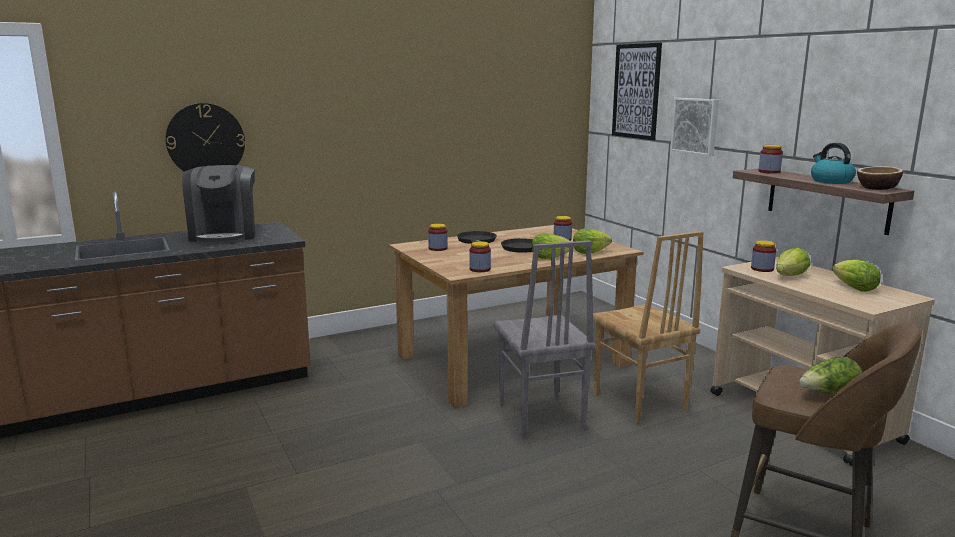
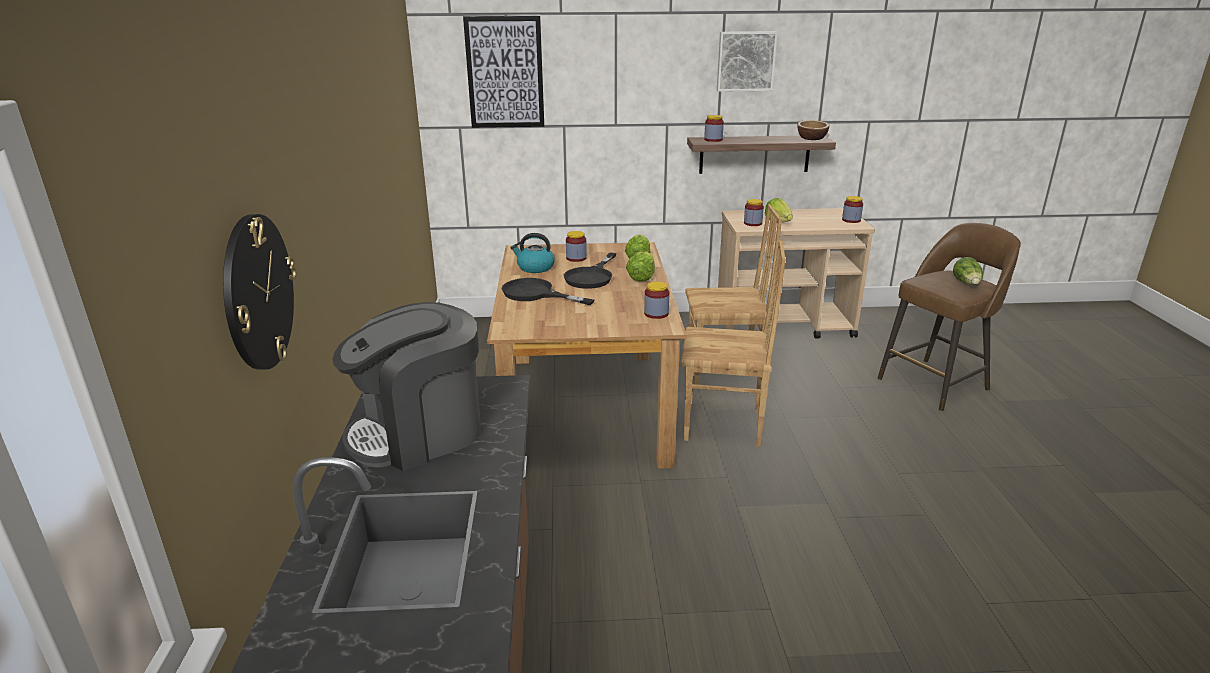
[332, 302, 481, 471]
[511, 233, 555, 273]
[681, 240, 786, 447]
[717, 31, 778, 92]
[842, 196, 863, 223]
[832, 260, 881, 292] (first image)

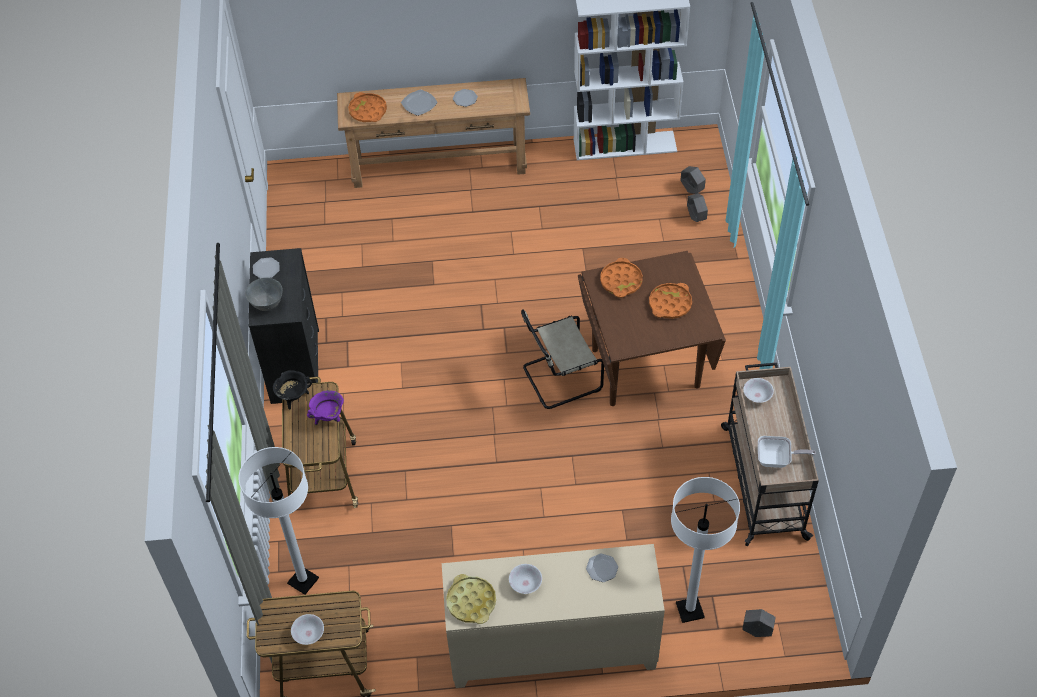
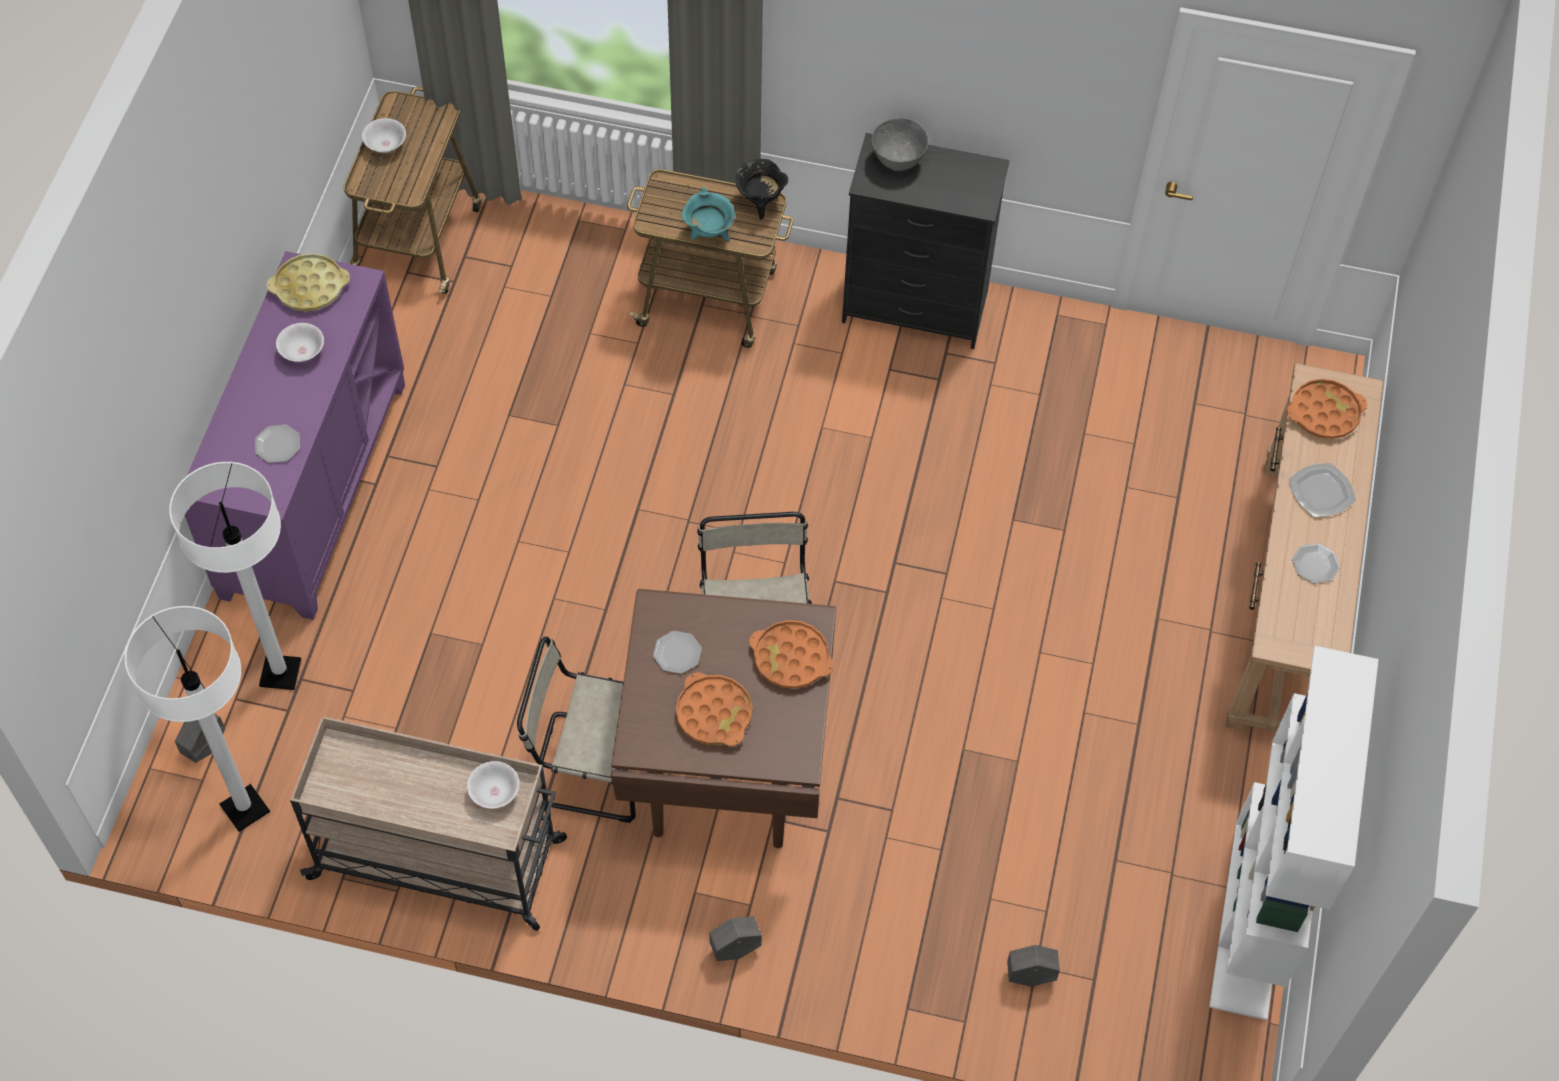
[125, 606, 270, 832]
[185, 251, 405, 620]
[517, 637, 636, 823]
[653, 631, 702, 674]
[682, 187, 735, 241]
[709, 916, 762, 961]
[758, 436, 816, 468] (first image)

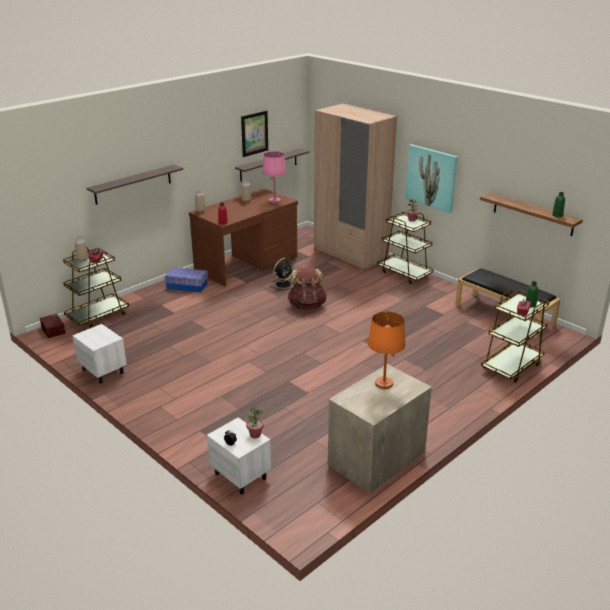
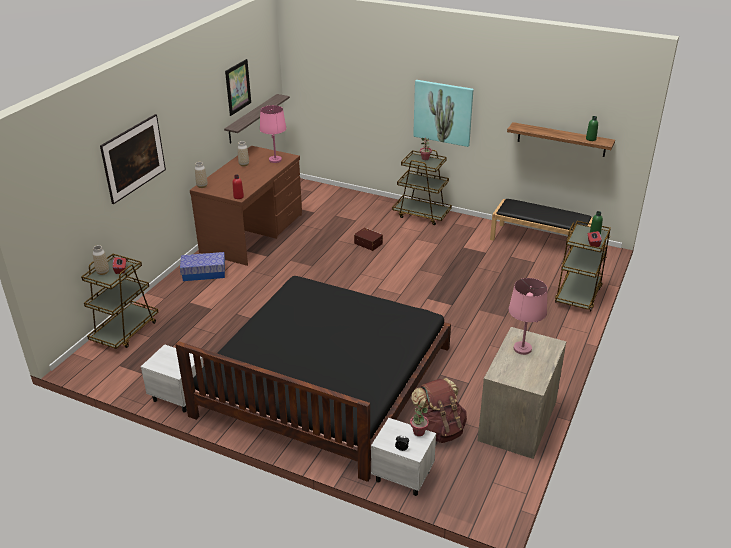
[100, 114, 166, 204]
[175, 276, 451, 482]
[354, 228, 383, 251]
[411, 378, 467, 443]
[509, 278, 547, 355]
[270, 258, 293, 290] (first image)
[314, 103, 397, 270] (first image)

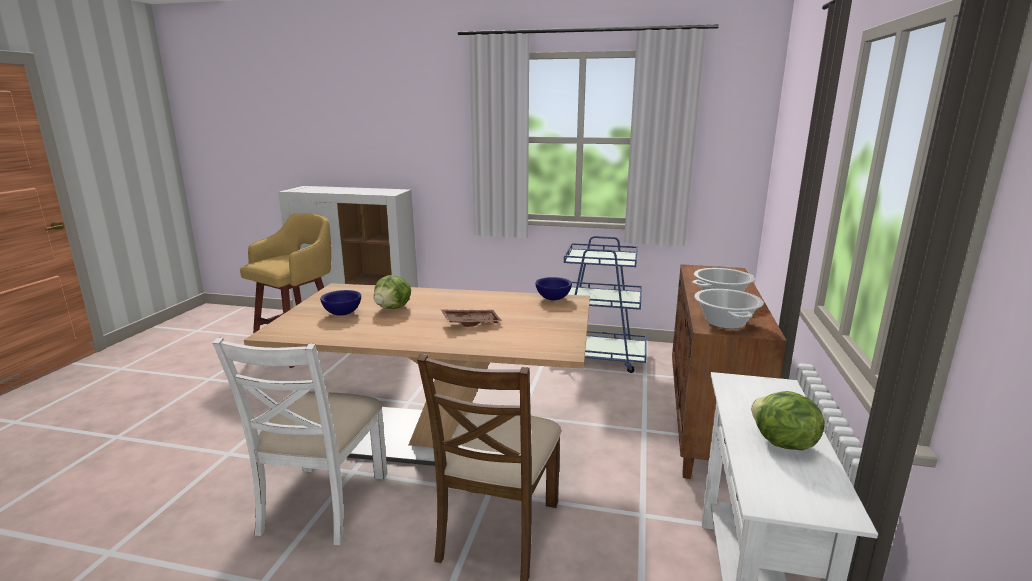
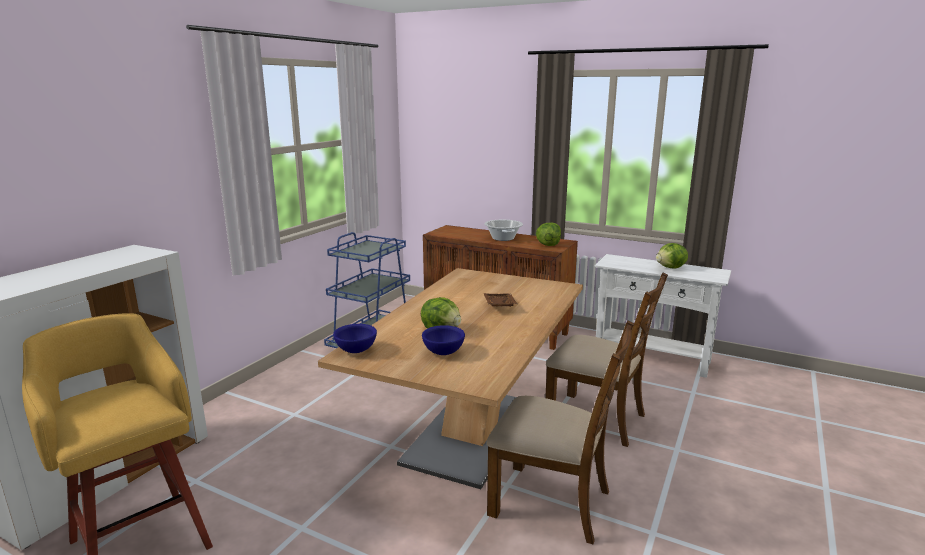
[333, 324, 377, 353]
[487, 320, 634, 544]
[536, 222, 561, 246]

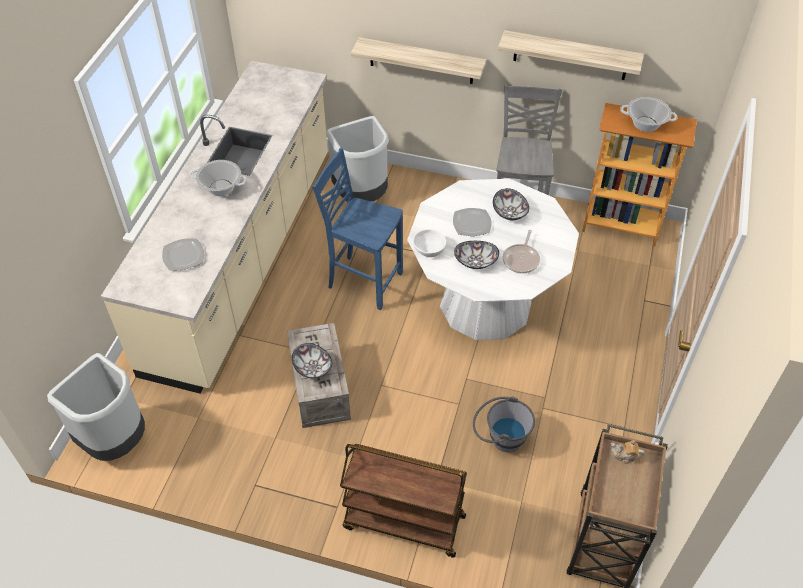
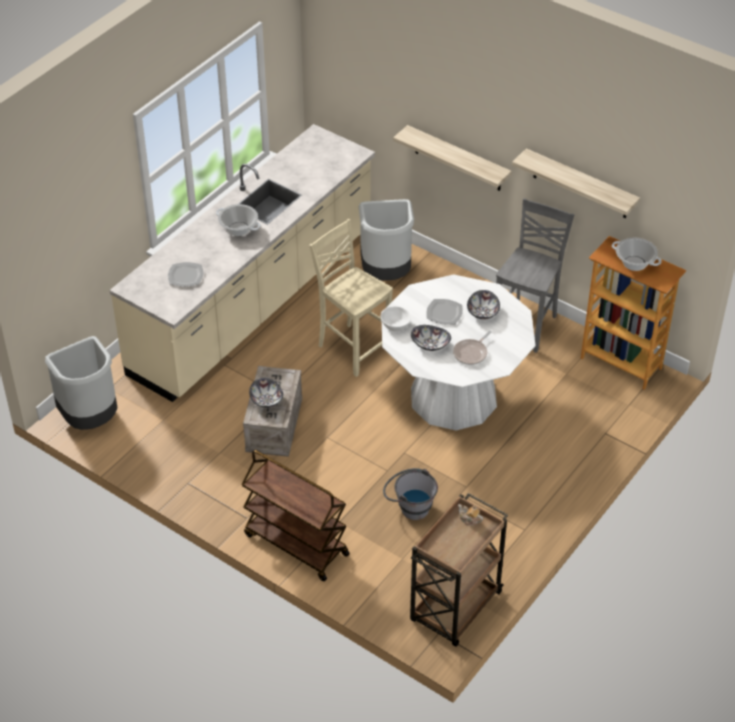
[309, 219, 393, 377]

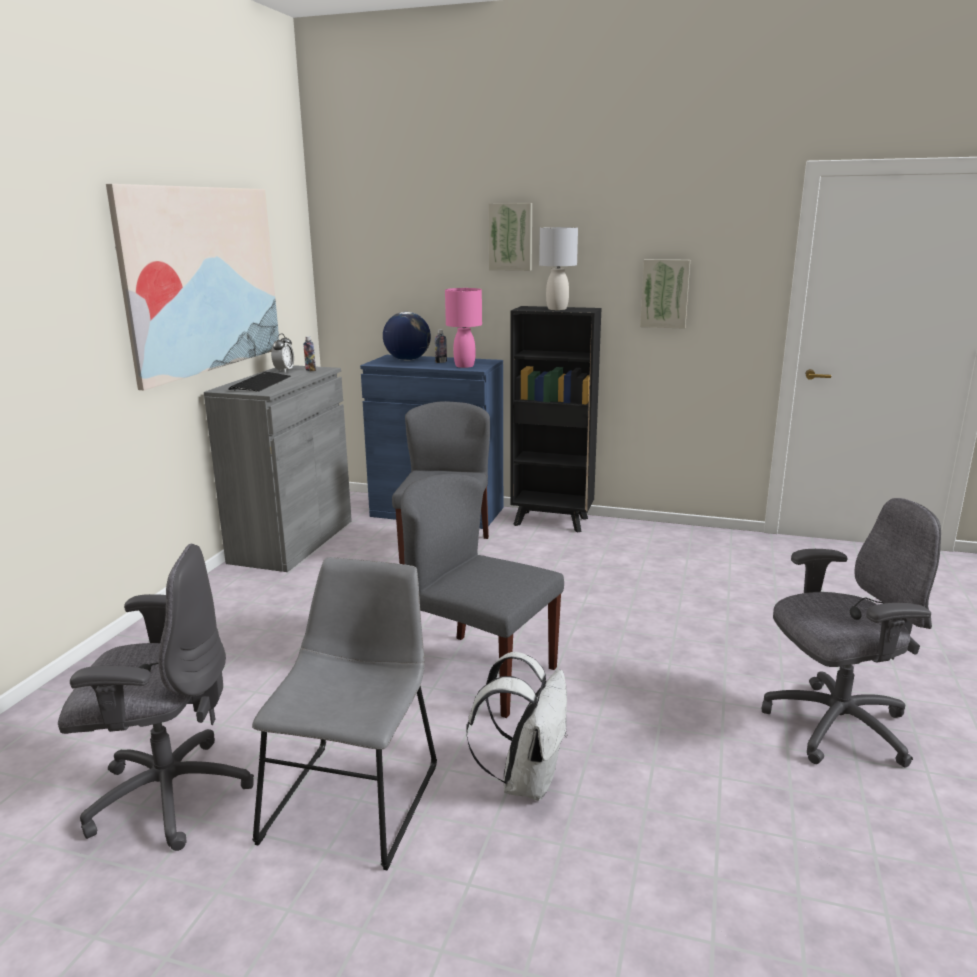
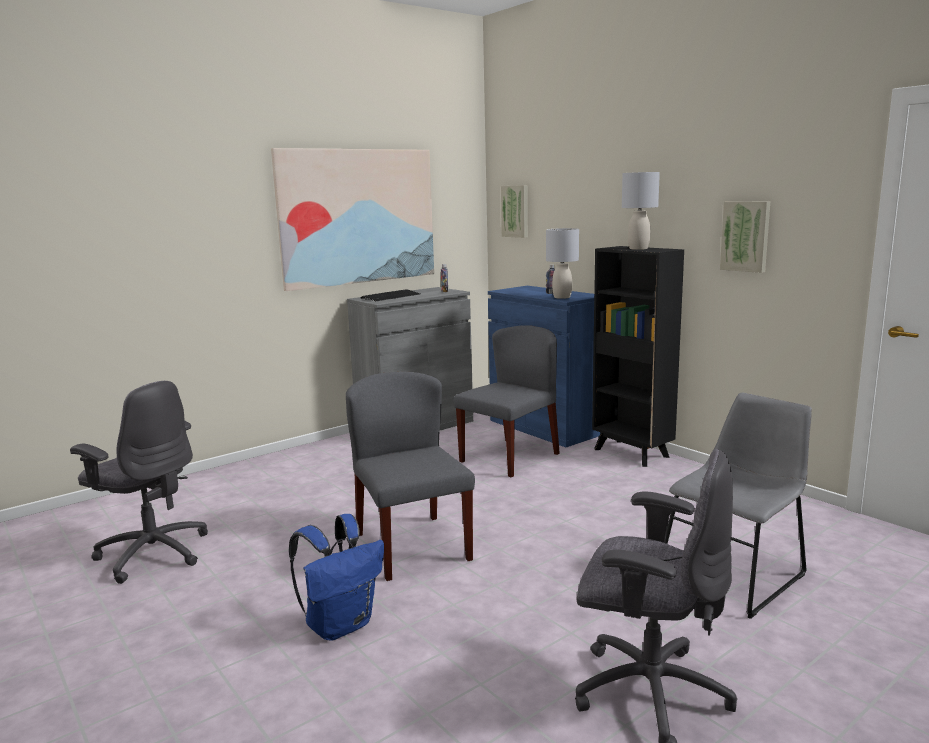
[289, 514, 384, 641]
[501, 185, 528, 238]
[546, 228, 579, 299]
[665, 392, 812, 619]
[271, 334, 294, 372] (first image)
[383, 312, 431, 361] (first image)

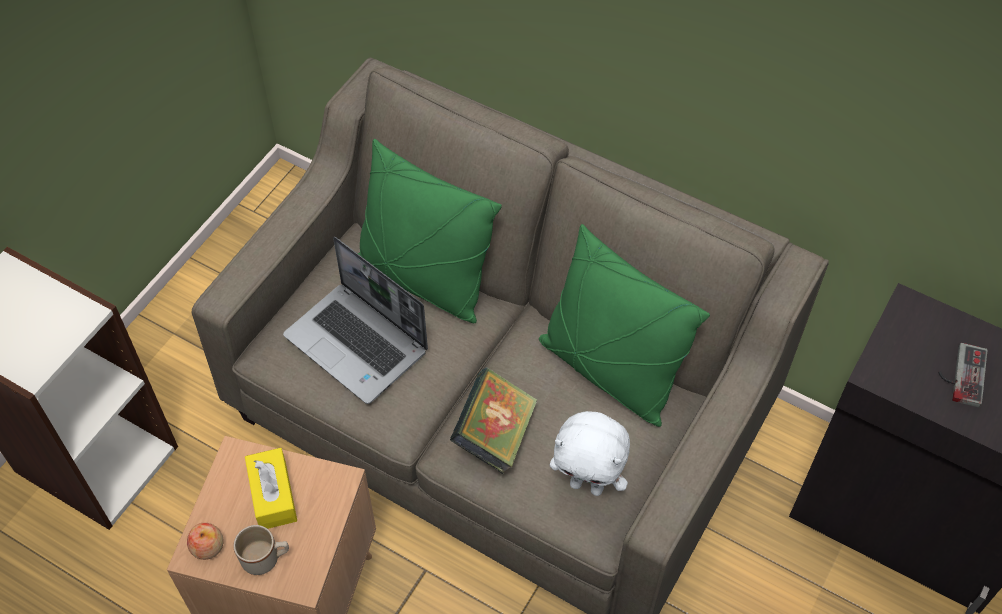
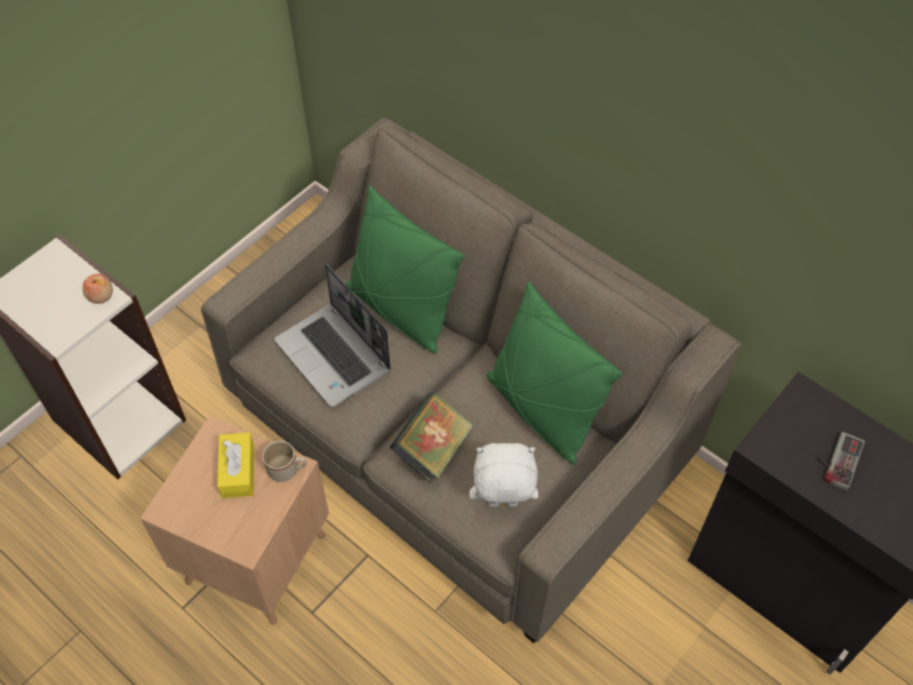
[83, 274, 113, 304]
[262, 441, 307, 482]
[469, 443, 538, 507]

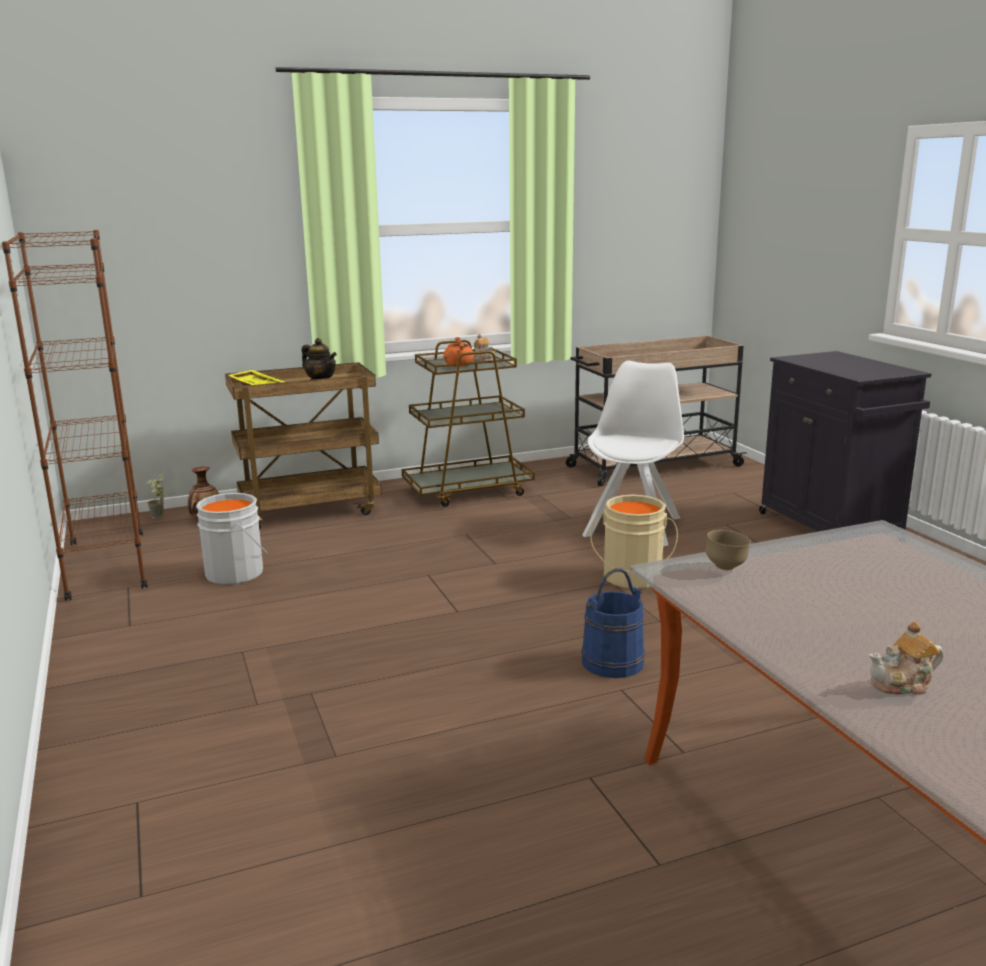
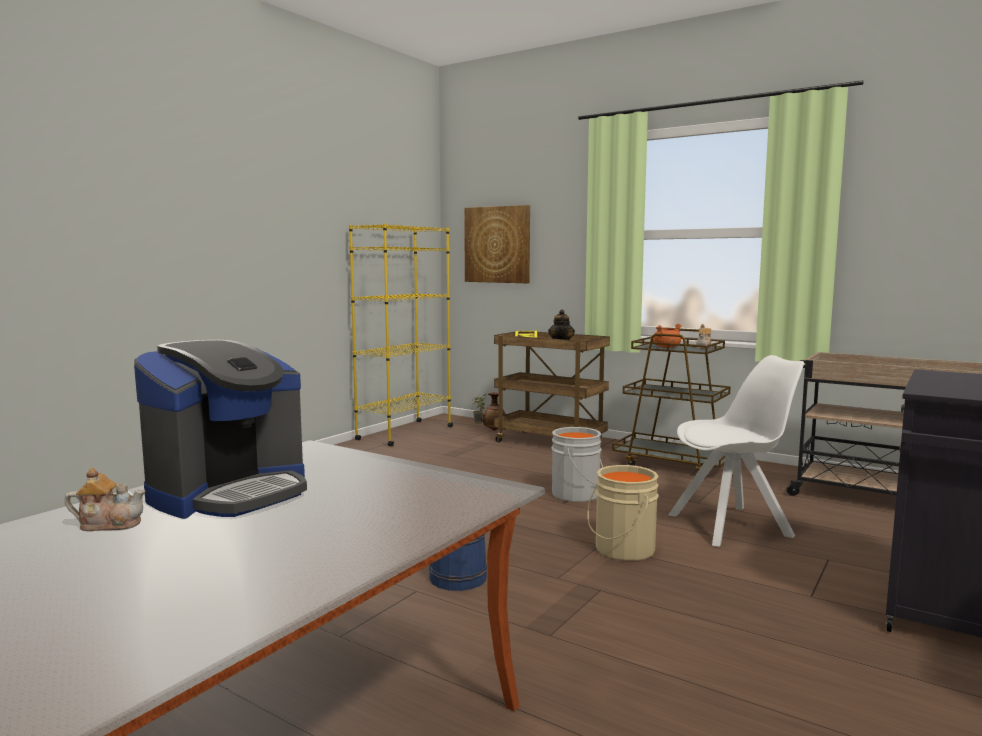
[64, 468, 145, 531]
[134, 340, 307, 519]
[349, 223, 453, 447]
[464, 205, 530, 283]
[551, 427, 603, 502]
[706, 530, 751, 570] (first image)

